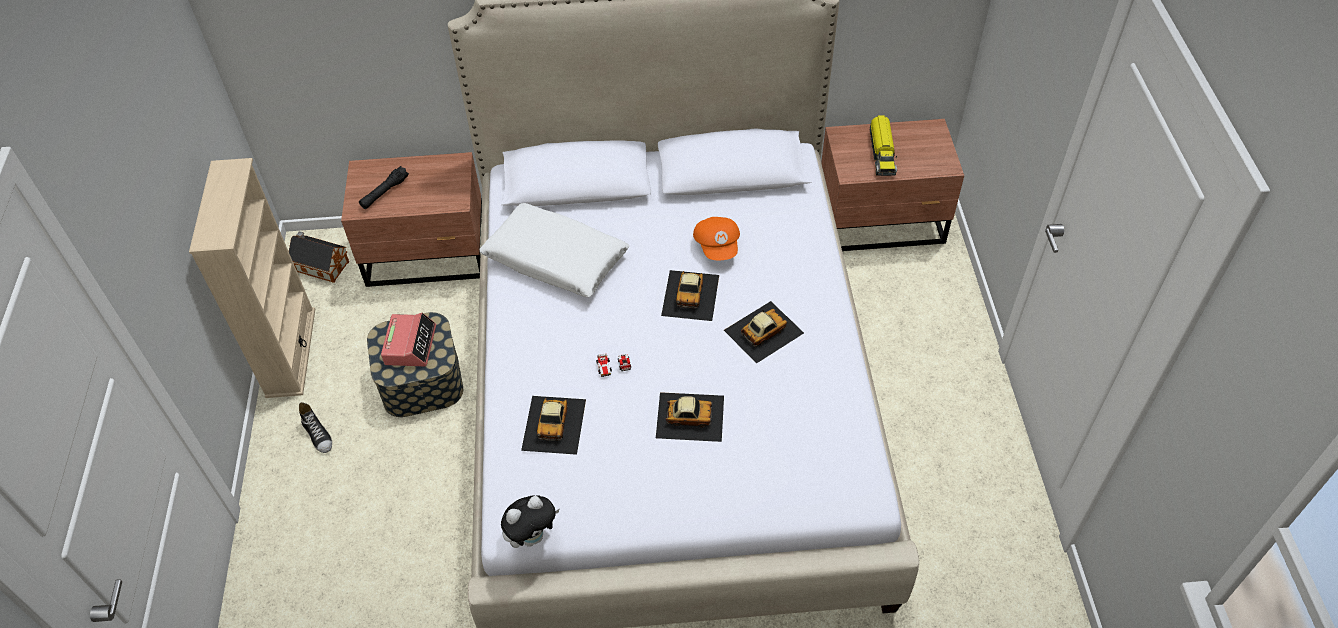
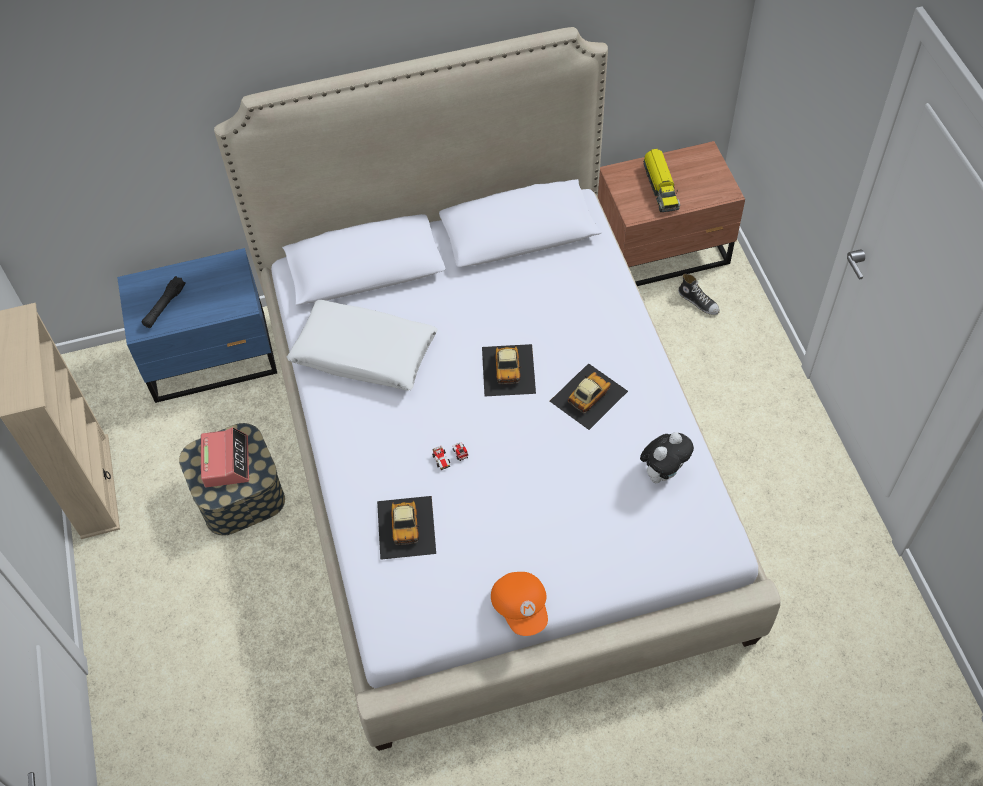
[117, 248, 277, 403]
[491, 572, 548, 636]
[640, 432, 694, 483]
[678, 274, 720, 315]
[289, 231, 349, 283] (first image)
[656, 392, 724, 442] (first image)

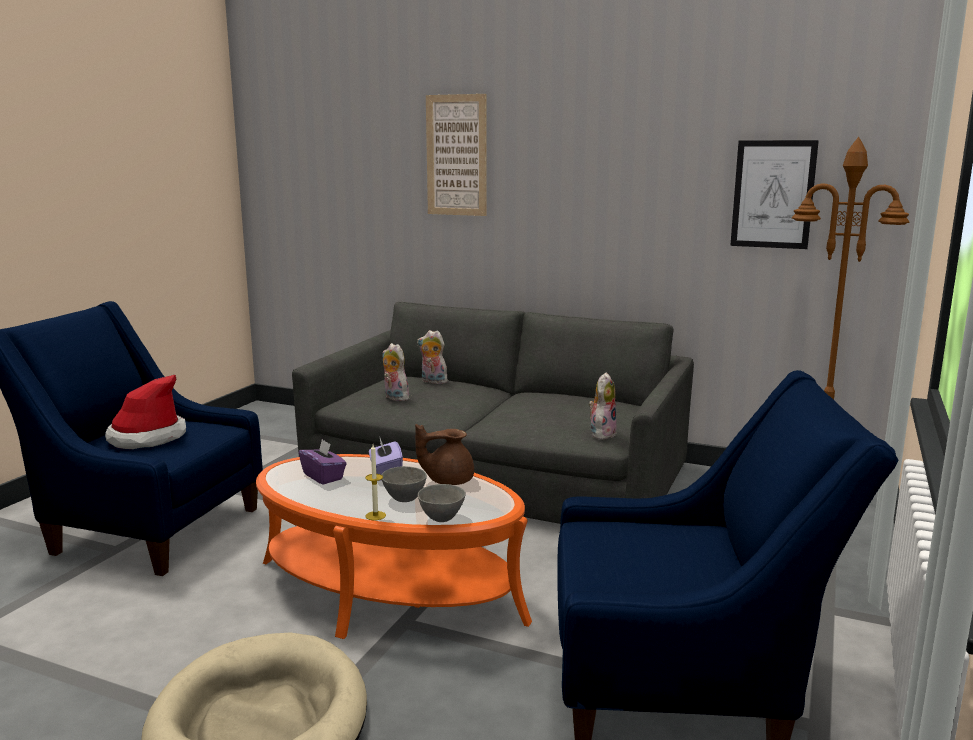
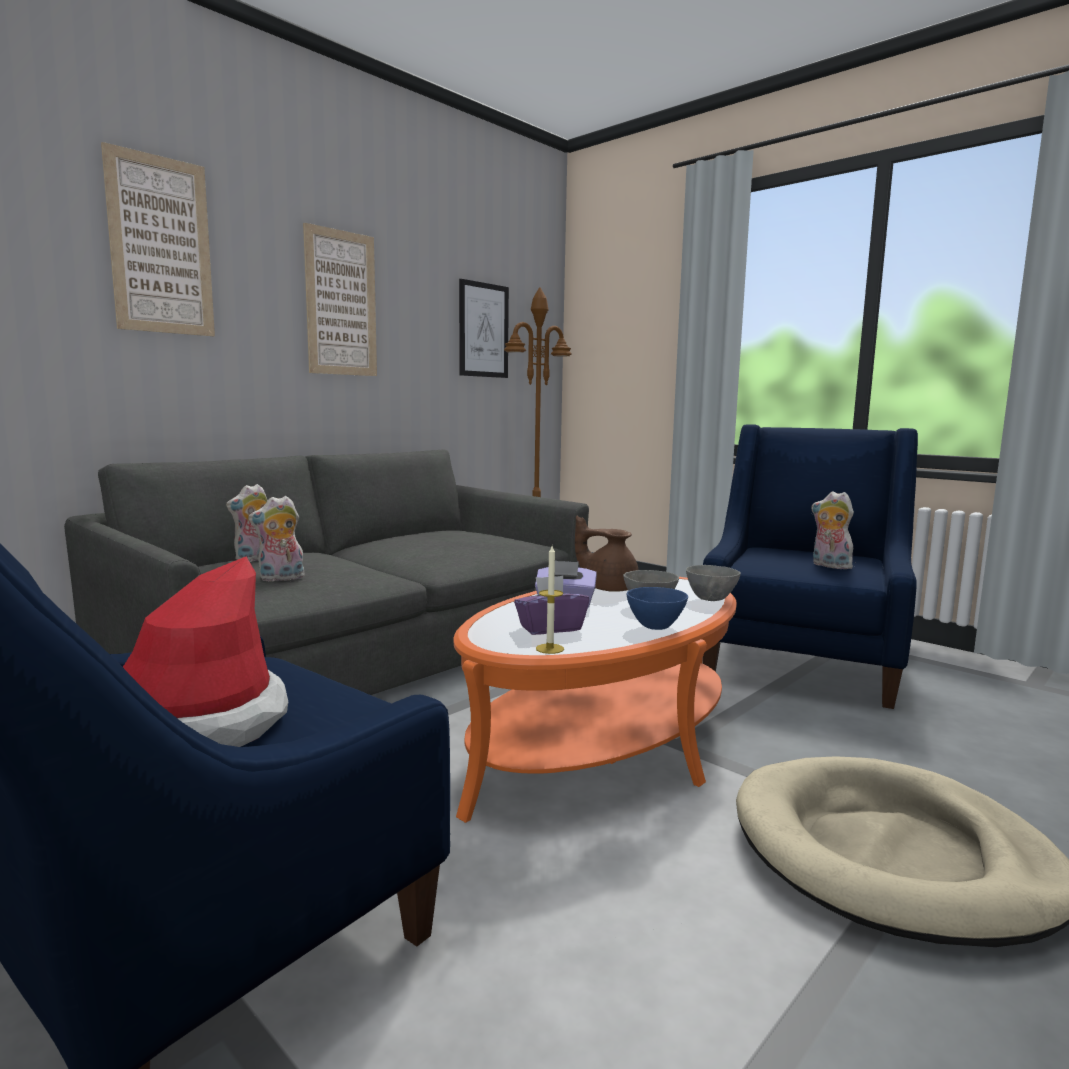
[303, 223, 377, 376]
[536, 546, 564, 654]
[575, 516, 639, 592]
[626, 587, 688, 630]
[811, 491, 854, 569]

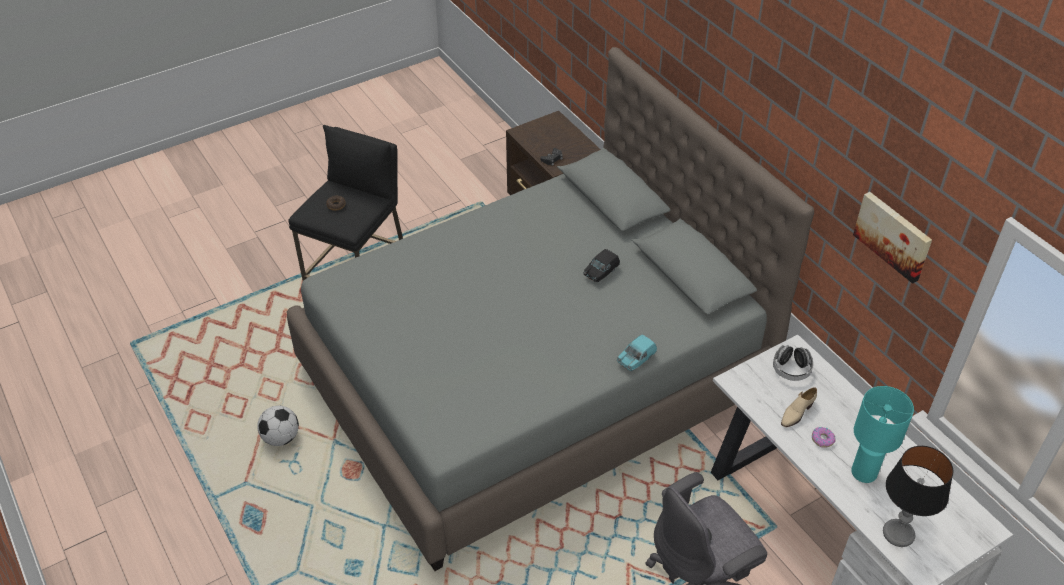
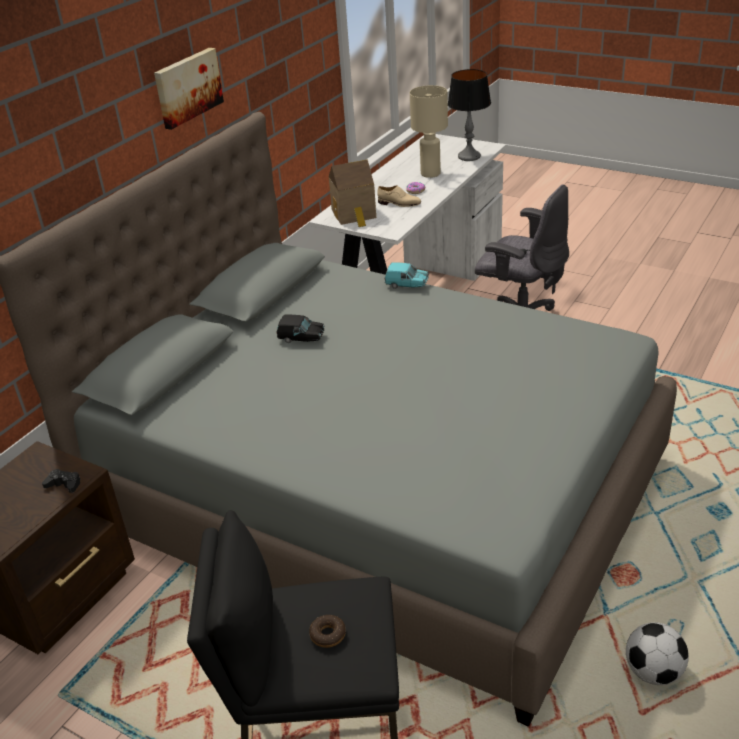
[154, 48, 224, 130]
[329, 160, 376, 227]
[410, 85, 448, 178]

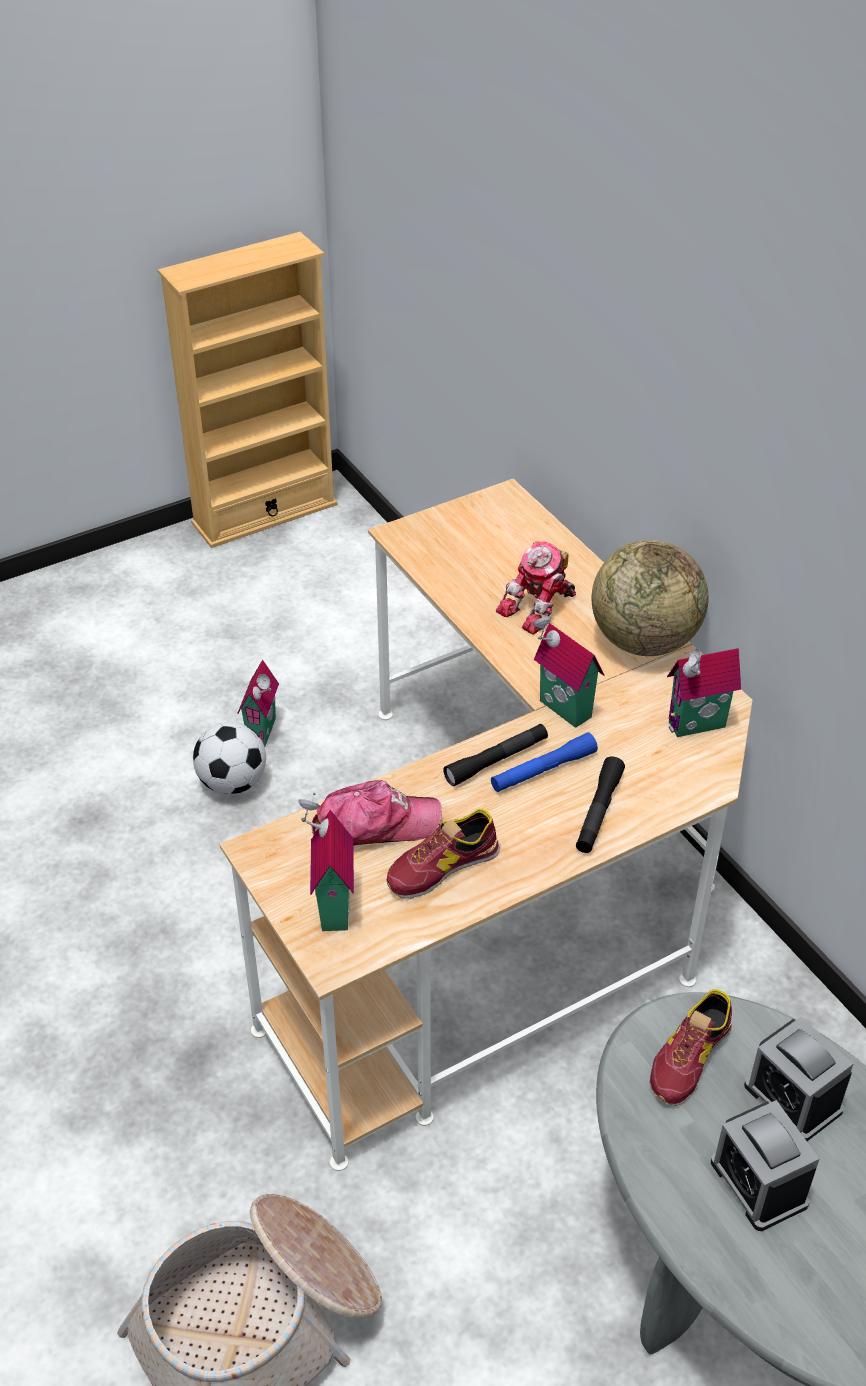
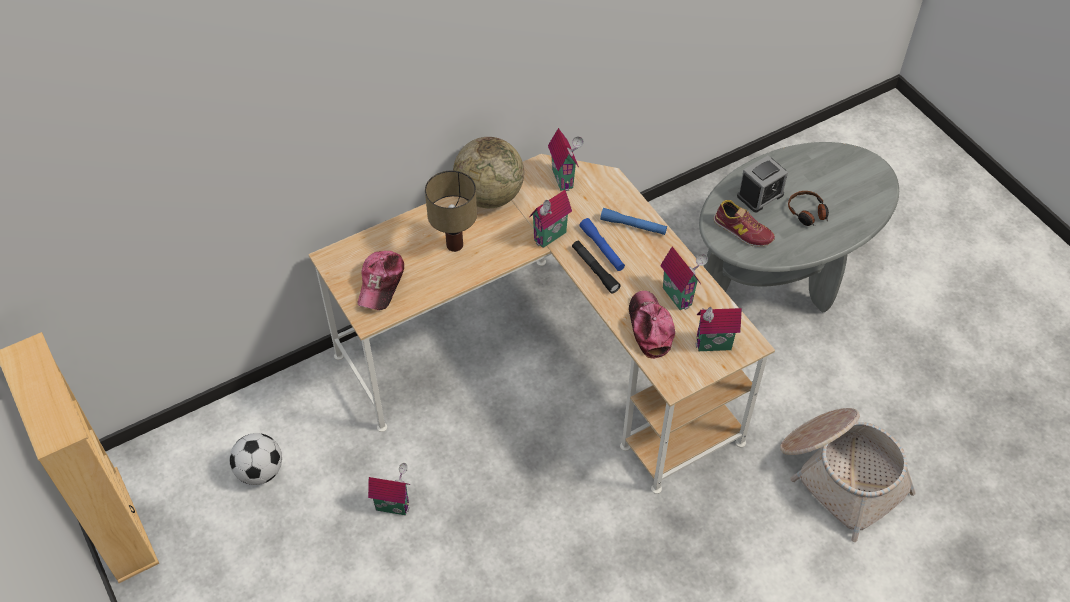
[229, 433, 282, 485]
[357, 251, 404, 310]
[425, 170, 477, 252]
[600, 208, 667, 235]
[660, 246, 708, 310]
[788, 191, 829, 226]

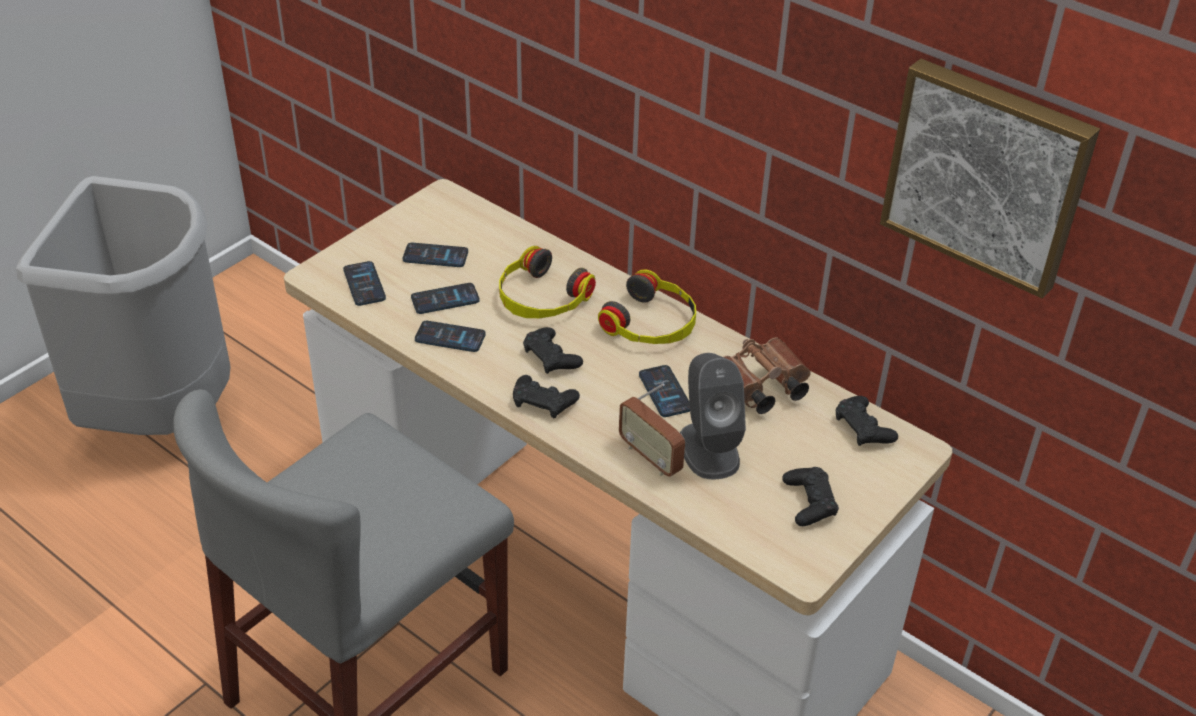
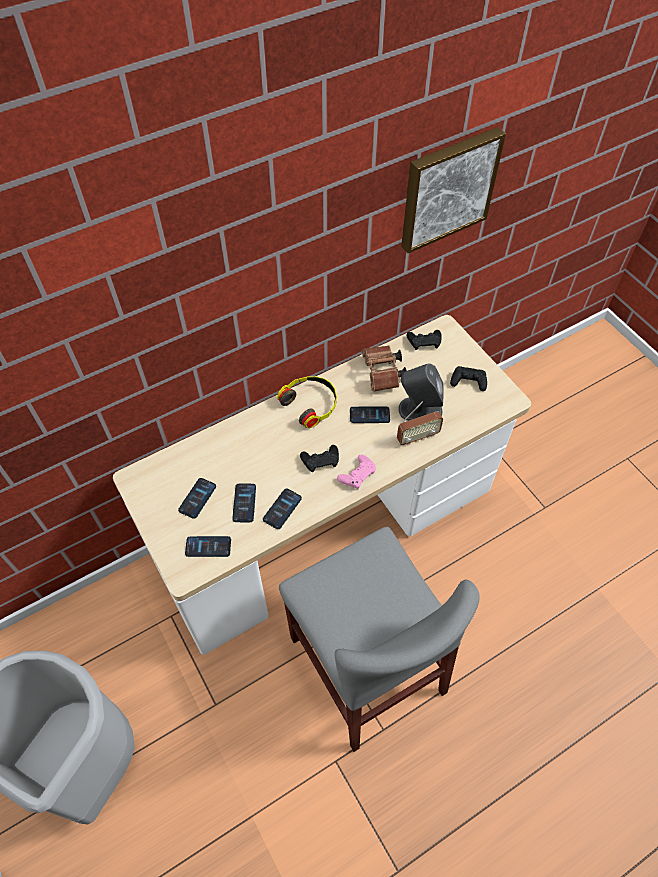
[337, 454, 376, 489]
[499, 246, 596, 318] (first image)

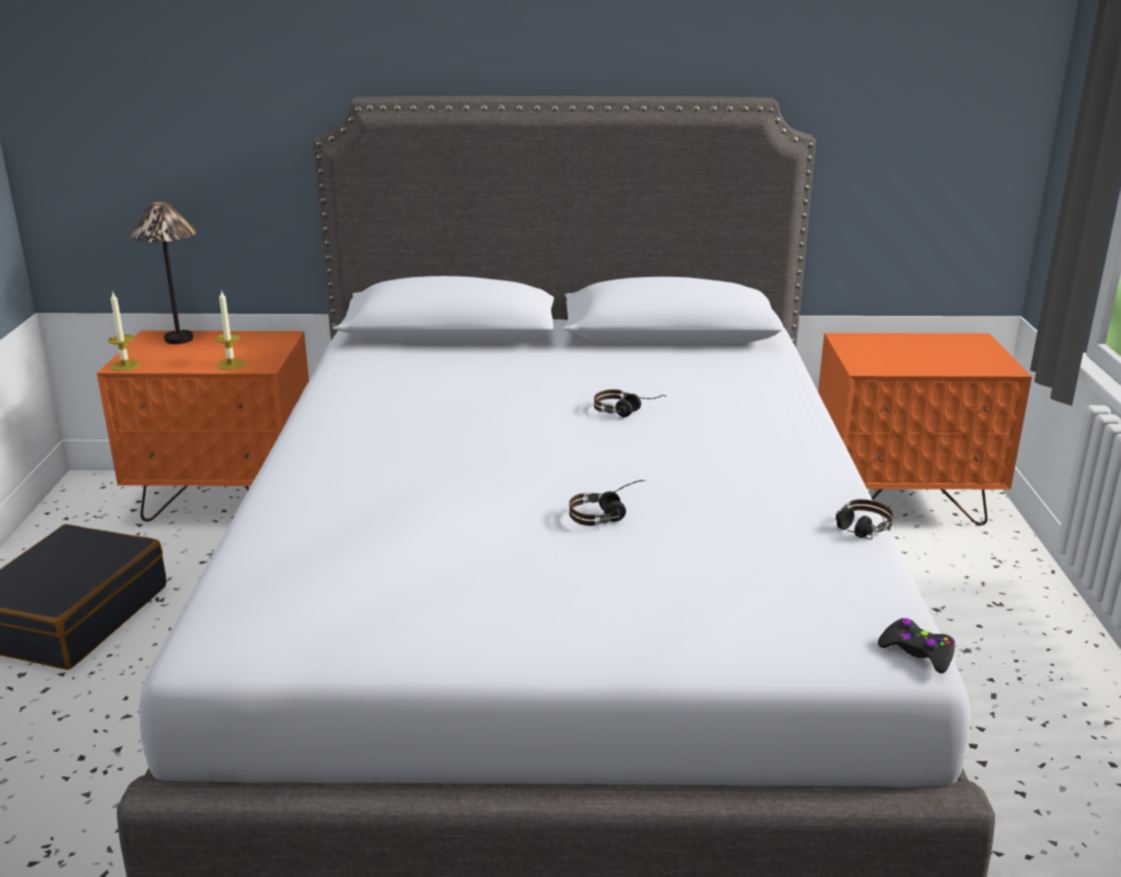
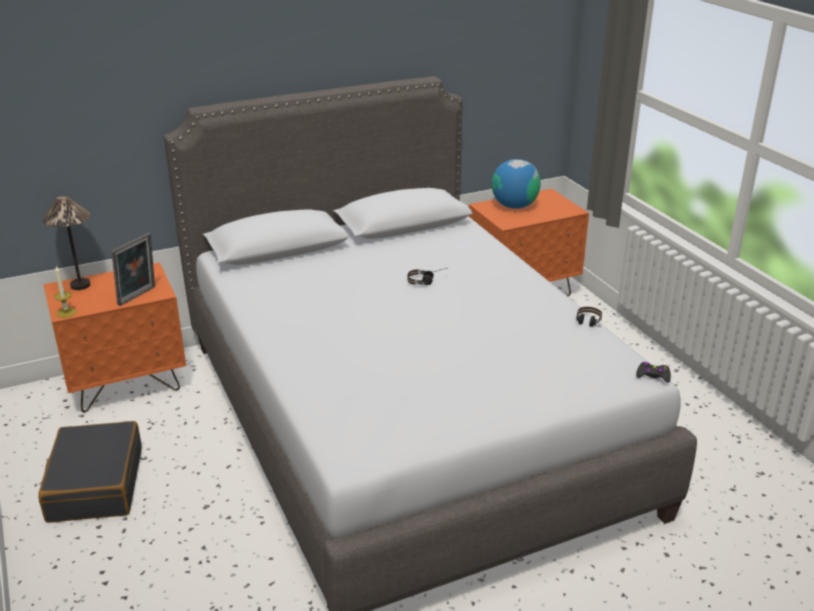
[111, 233, 155, 306]
[492, 159, 541, 209]
[569, 480, 645, 526] (first image)

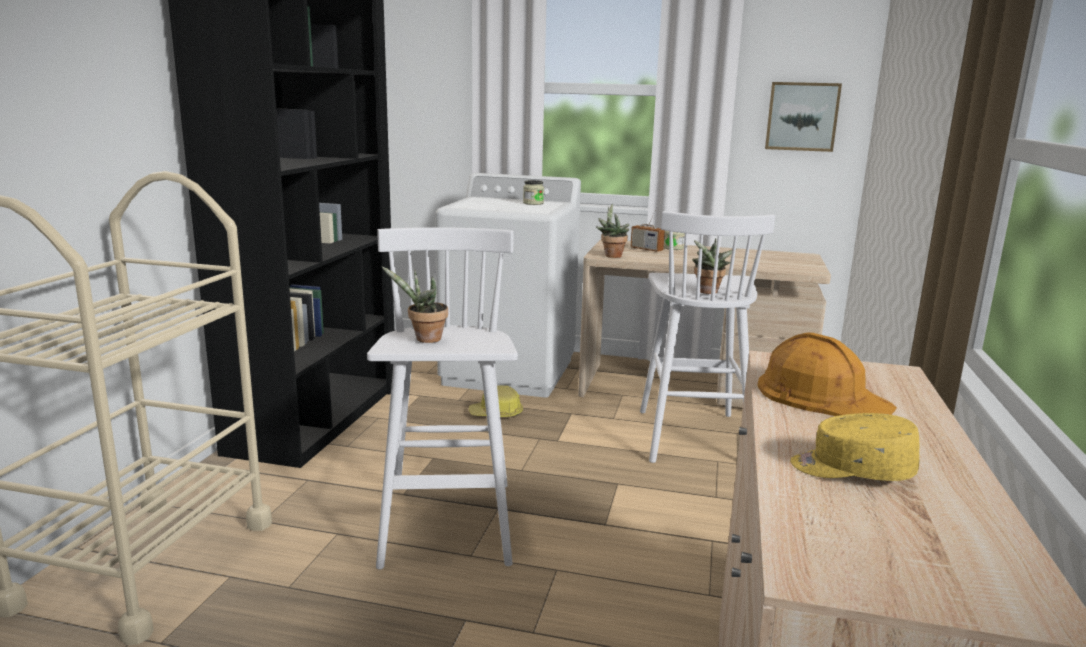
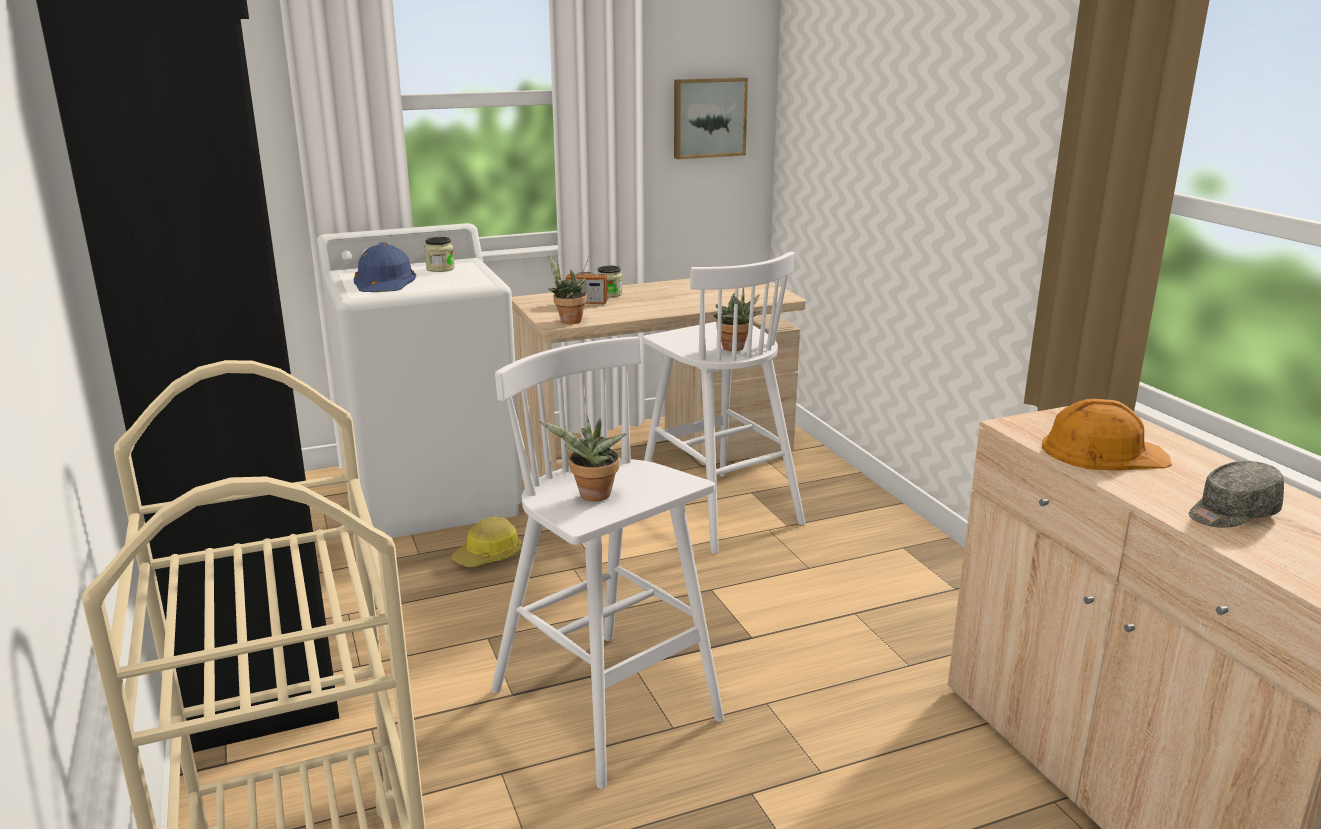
[354, 242, 416, 292]
[1189, 461, 1284, 528]

